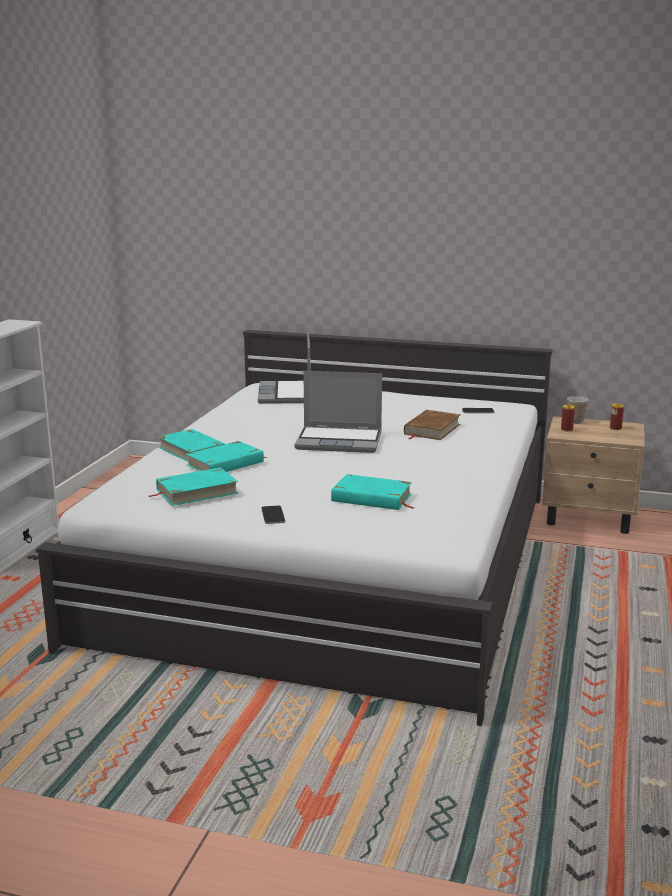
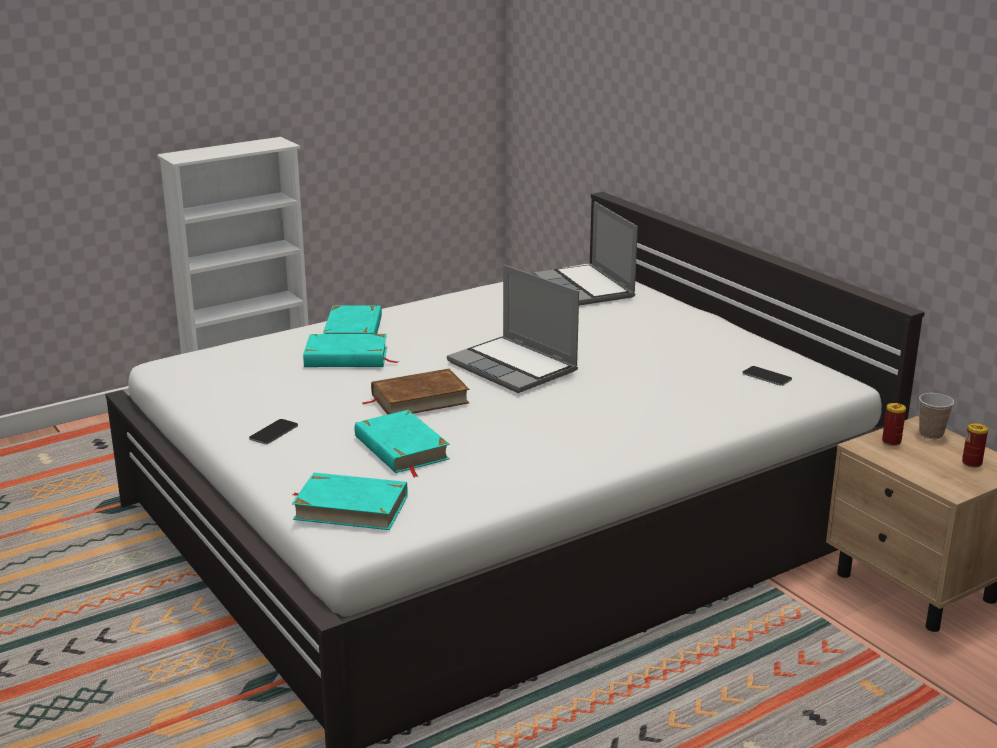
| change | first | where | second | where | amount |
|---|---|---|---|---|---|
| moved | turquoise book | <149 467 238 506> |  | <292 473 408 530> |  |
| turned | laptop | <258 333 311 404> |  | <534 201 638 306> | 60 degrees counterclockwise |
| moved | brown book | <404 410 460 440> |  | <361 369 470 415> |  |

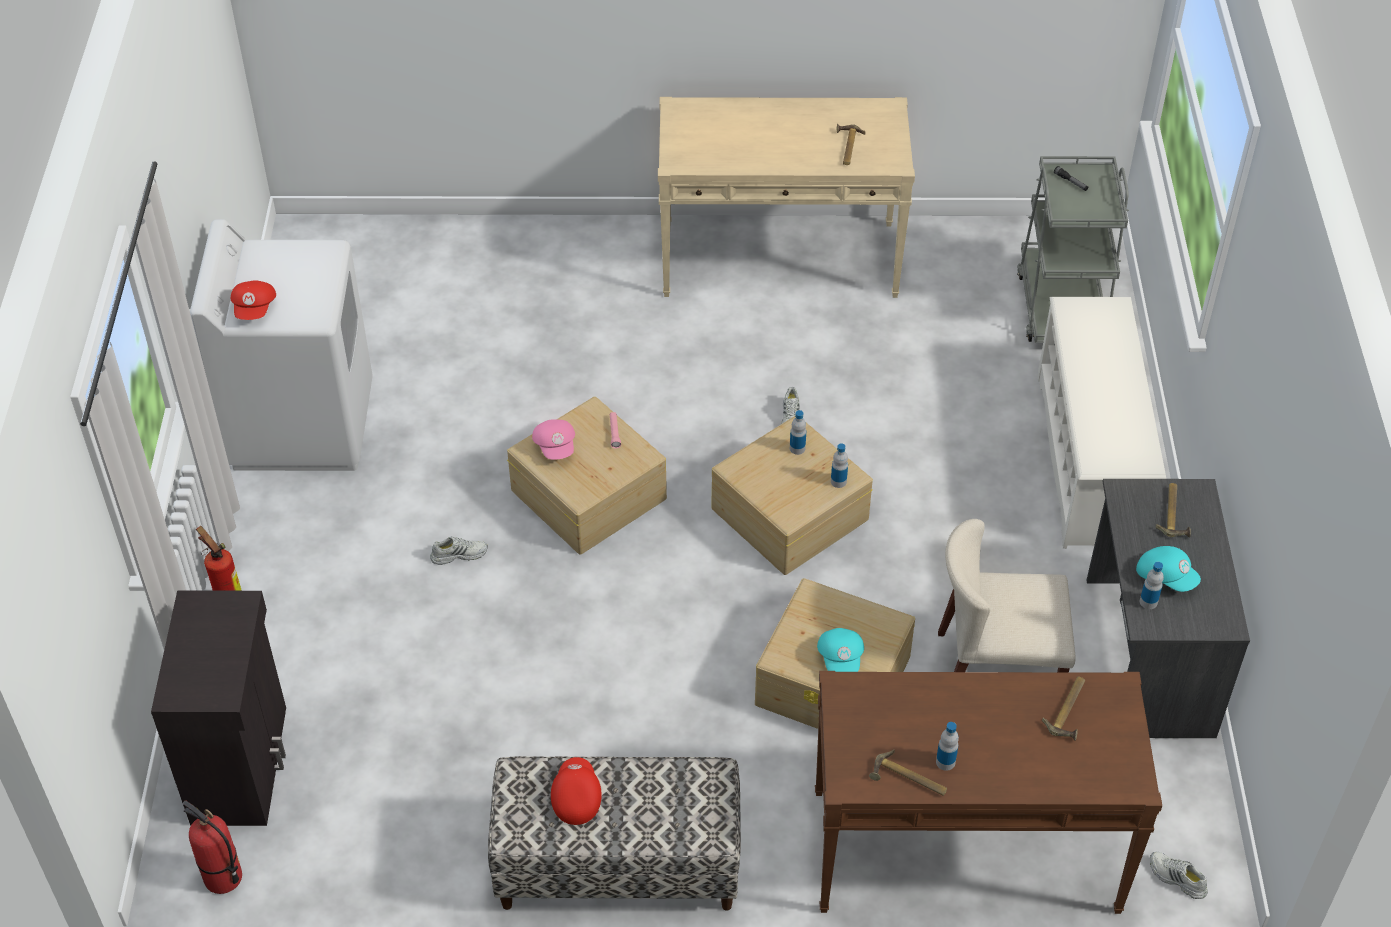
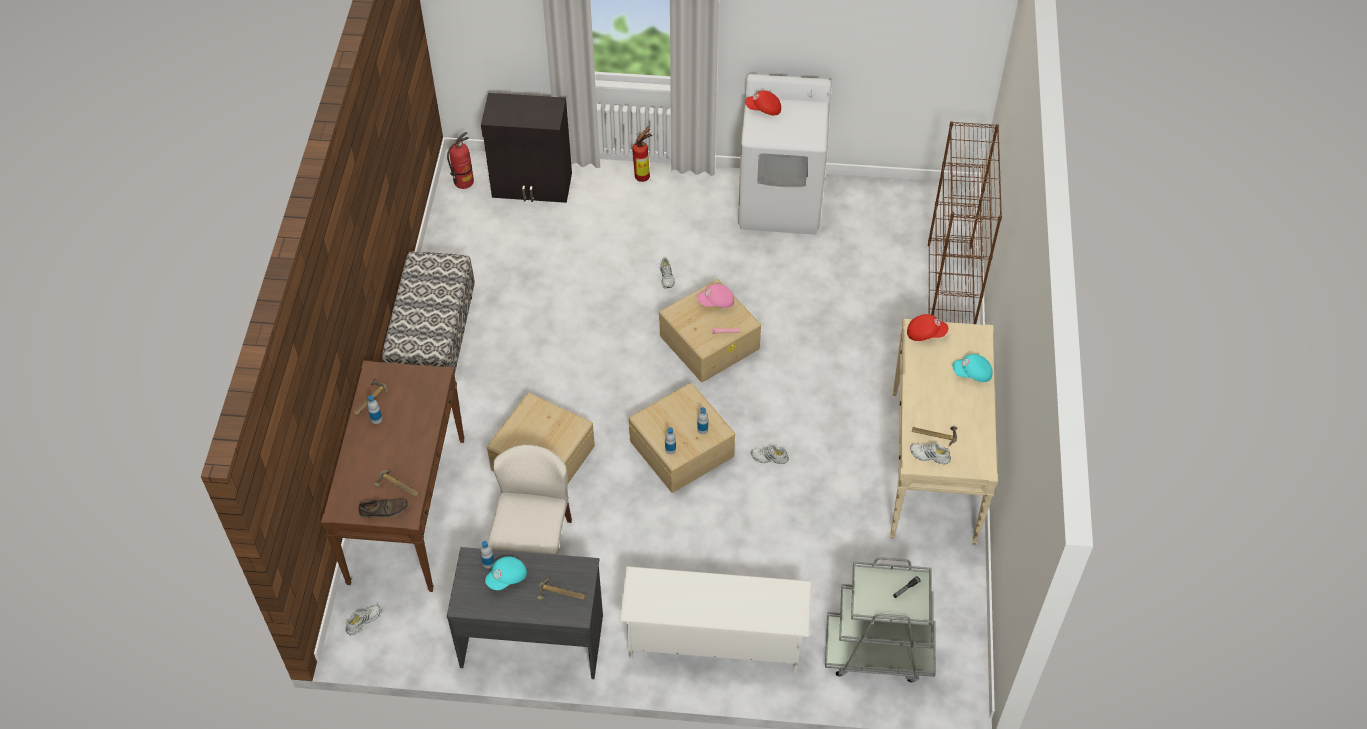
| change | first | where | second | where | amount |
|---|---|---|---|---|---|
| moved | red cap | <551 757 602 825> |  | <907 314 948 341> |  |
| moved | turquoise cap | <817 628 864 672> |  | <952 354 993 382> |  |
| added |  |  | brown shoe | <359 498 408 518> |  |
| added |  |  | white shoe | <910 443 951 464> |  |
| added |  |  | brown bookcase | <928 121 1002 324> |  |

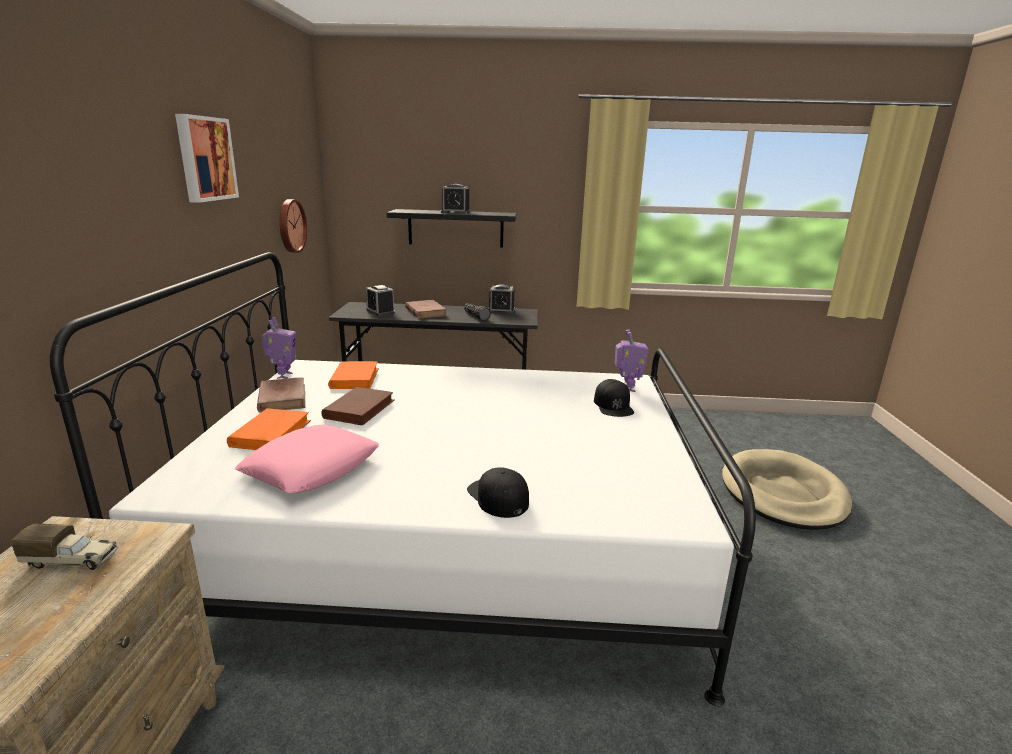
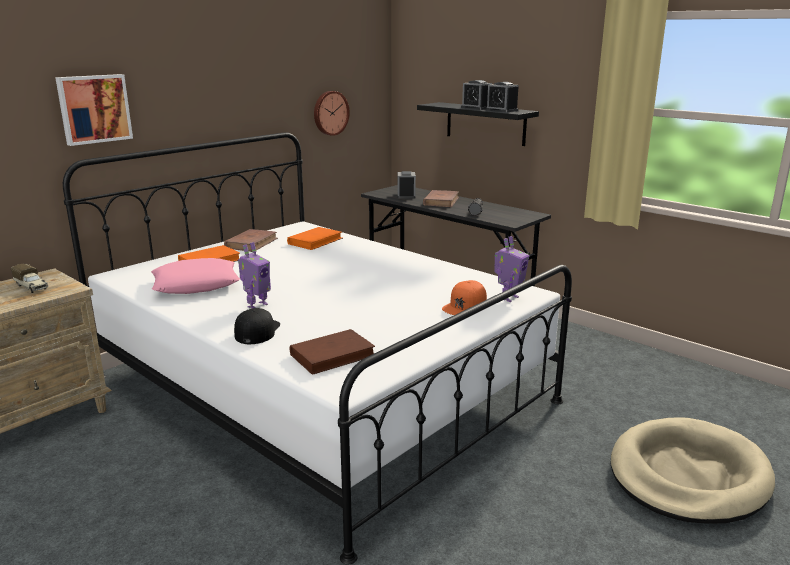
| change | first | where | second | where | amount |
|---|---|---|---|---|---|
| moved | picture | <175 114 239 203> |  | <55 74 133 146> |  |
| moved | toy robot | <262 317 296 379> |  | <238 242 271 308> |  |
| moved | brown book | <321 387 395 425> |  | <290 329 375 375> |  |
| moved | alarm clock | <489 285 515 314> |  | <486 82 518 112> |  |
| recoloured | black cap | <594 379 634 417> | orange cap | <442 280 487 315> |  |

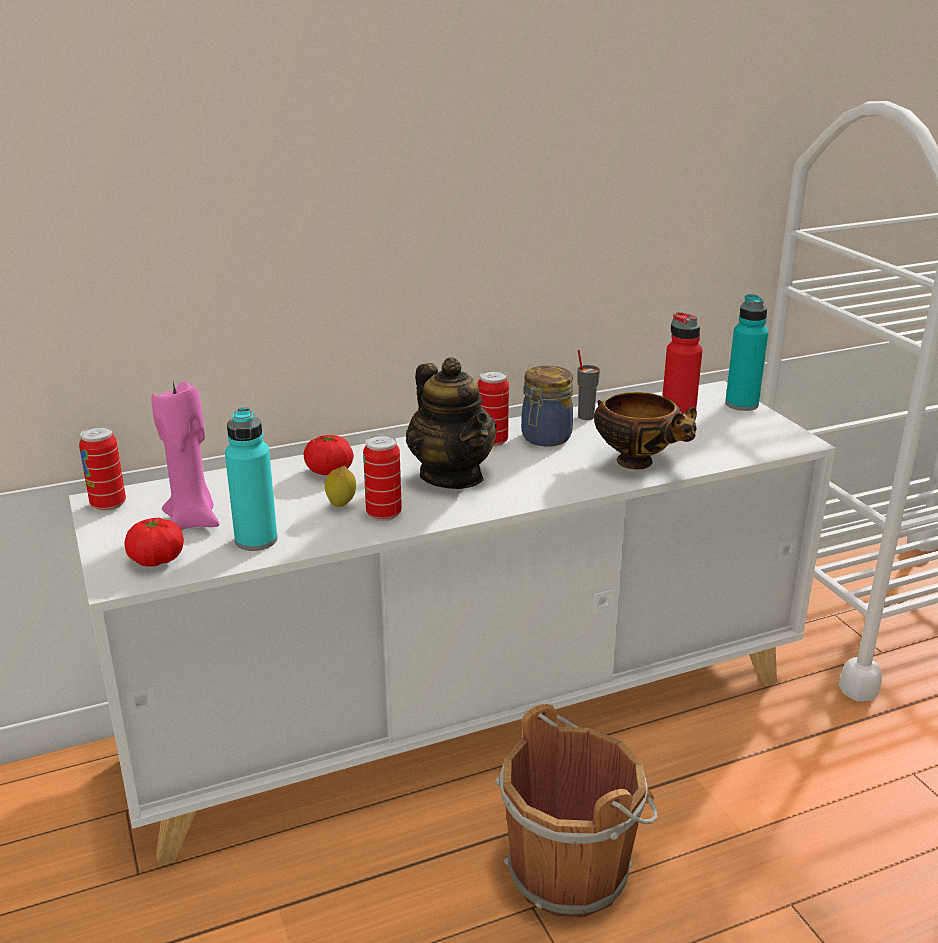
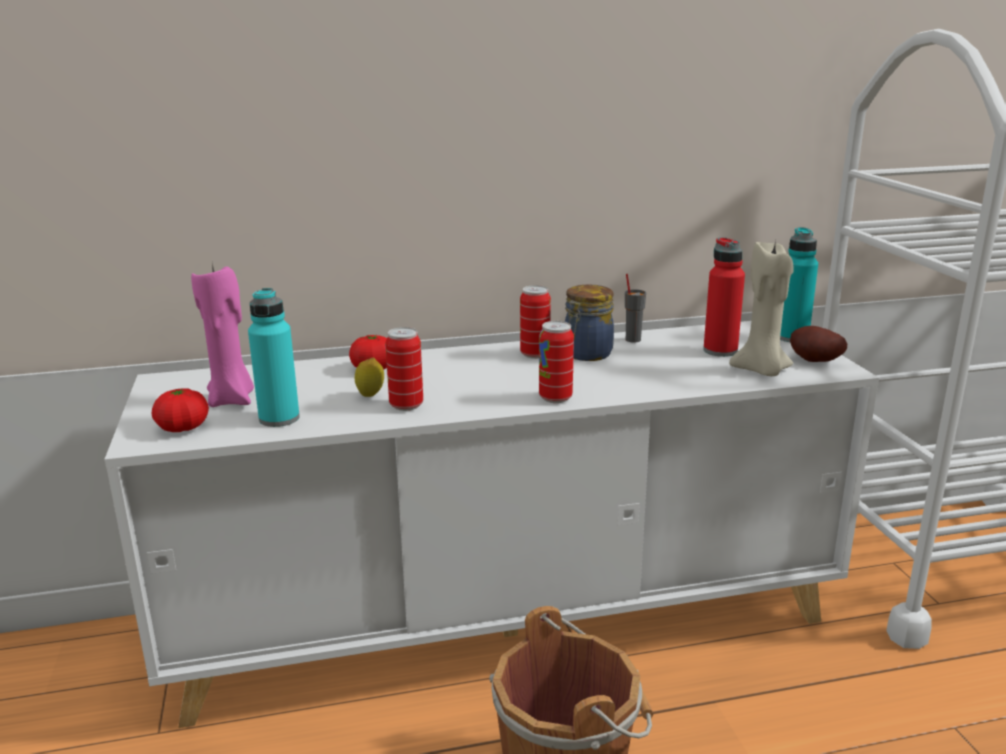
| change | first | where | second | where | amount |
|---|---|---|---|---|---|
| moved | can | <79 426 126 511> |  | <539 321 574 403> |  |
| removed | teapot | <406 357 497 489> |  |  |  |
| removed | bowl | <594 392 697 469> |  |  |  |
| added |  |  | beige candle | <729 240 794 376> |  |
| added |  |  | potato | <790 326 847 362> |  |

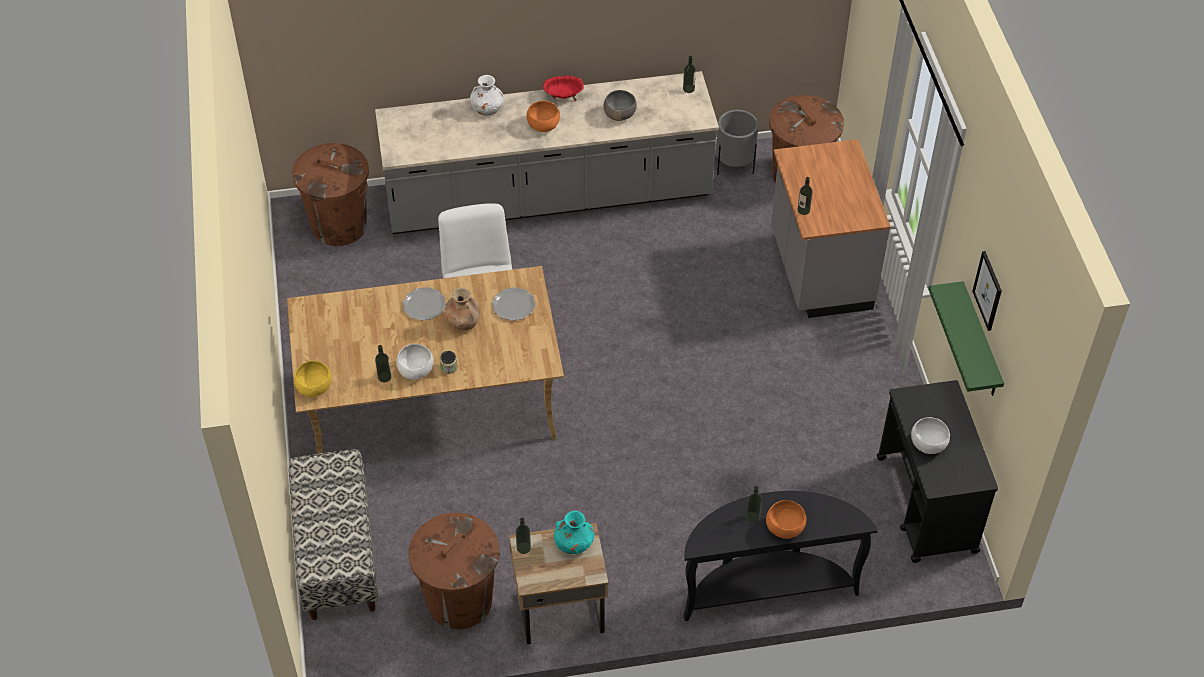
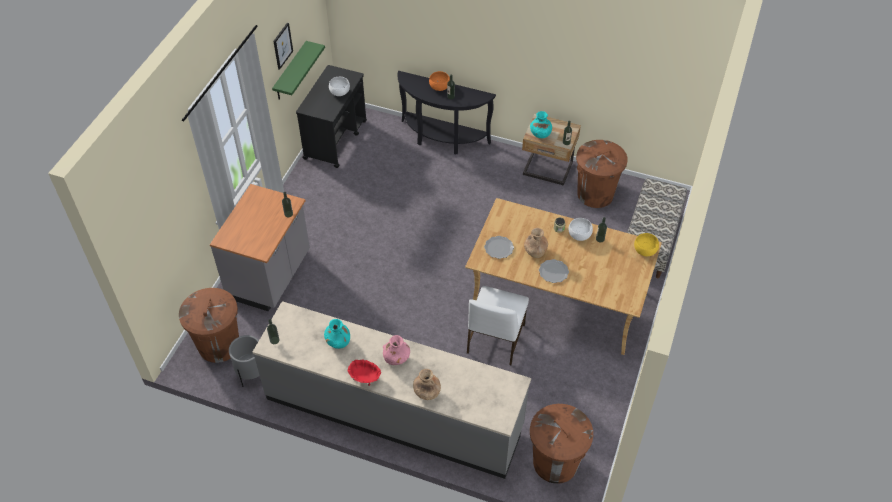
| change | first | where | second | where | amount |
|---|---|---|---|---|---|
| recoloured | white vase | <470 75 504 115> | brown vase | <413 369 441 400> |  |
| replaced | orange bowl | <527 101 560 132> | pink vase | <383 335 410 365> |  |
| replaced | grey bowl | <604 90 637 121> | turquoise vase | <324 319 350 349> |  |

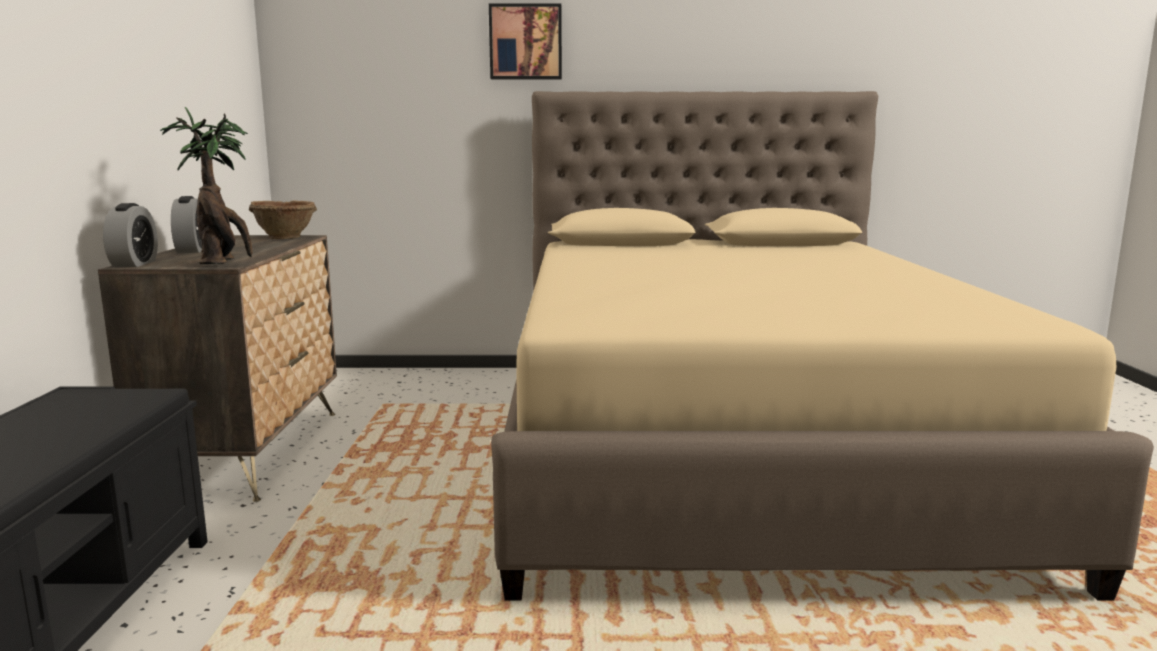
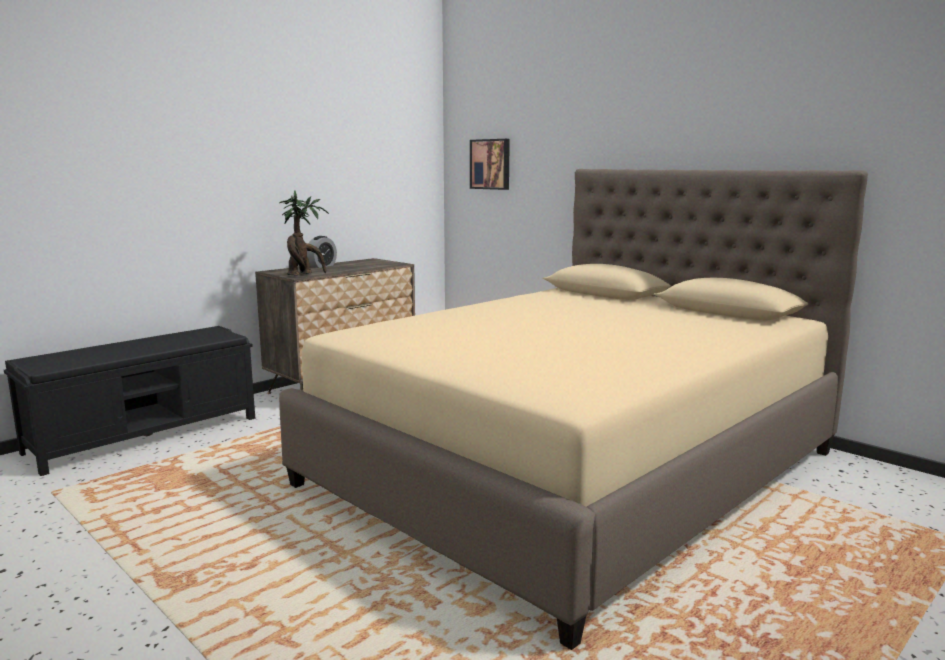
| change | first | where | second | where | amount |
|---|---|---|---|---|---|
| removed | alarm clock | <103 203 158 267> |  |  |  |
| removed | brown bowl | <249 200 317 239> |  |  |  |
| moved | picture | <489 3 562 80> |  | <470 139 510 190> |  |

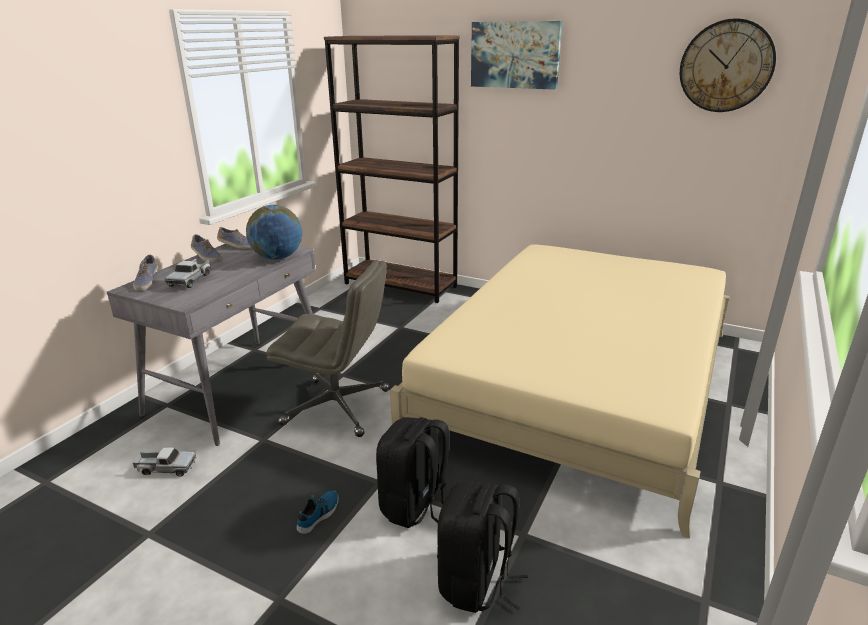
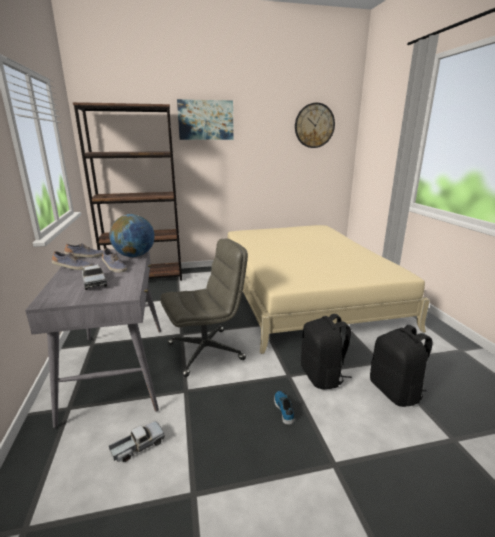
| change | first | where | second | where | amount |
|---|---|---|---|---|---|
| moved | shoe | <133 255 158 291> |  | <102 248 127 273> |  |

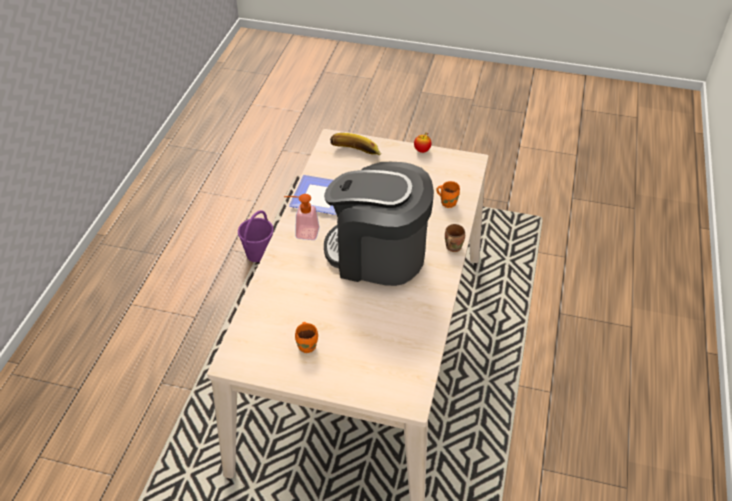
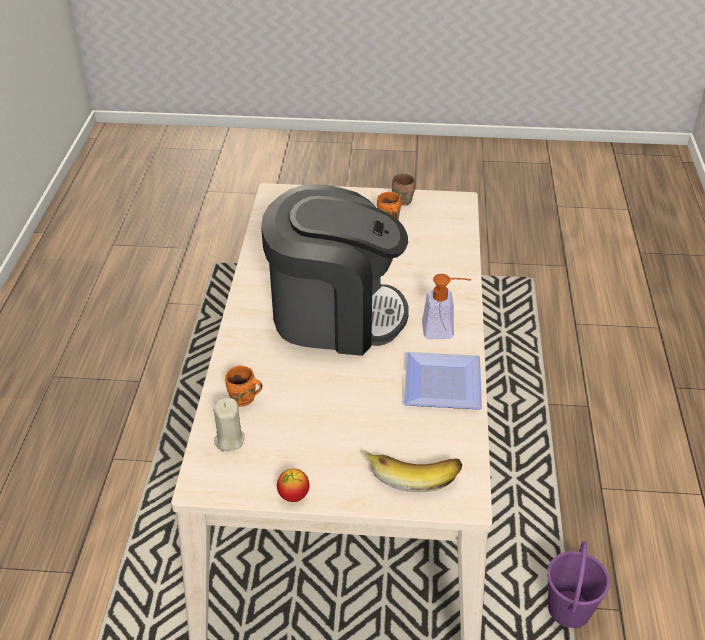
| change | first | where | second | where | amount |
|---|---|---|---|---|---|
| moved | brown mug | <445 224 465 252> |  | <392 173 415 206> |  |
| added |  |  | beige candle | <213 398 245 451> |  |

